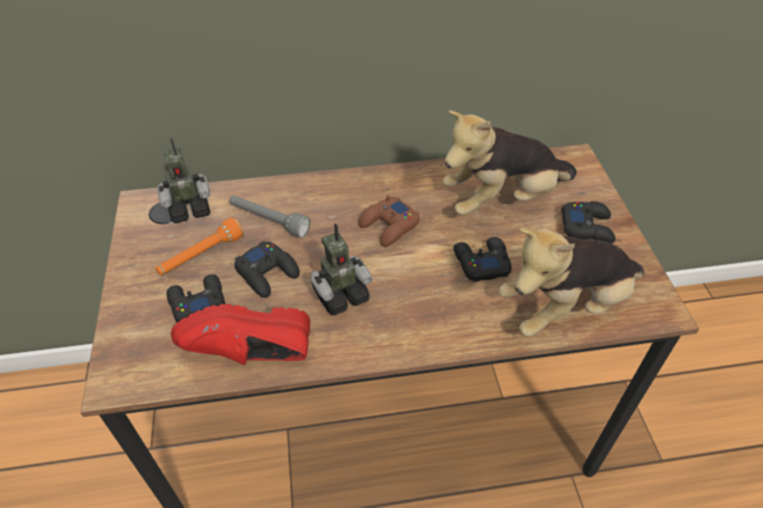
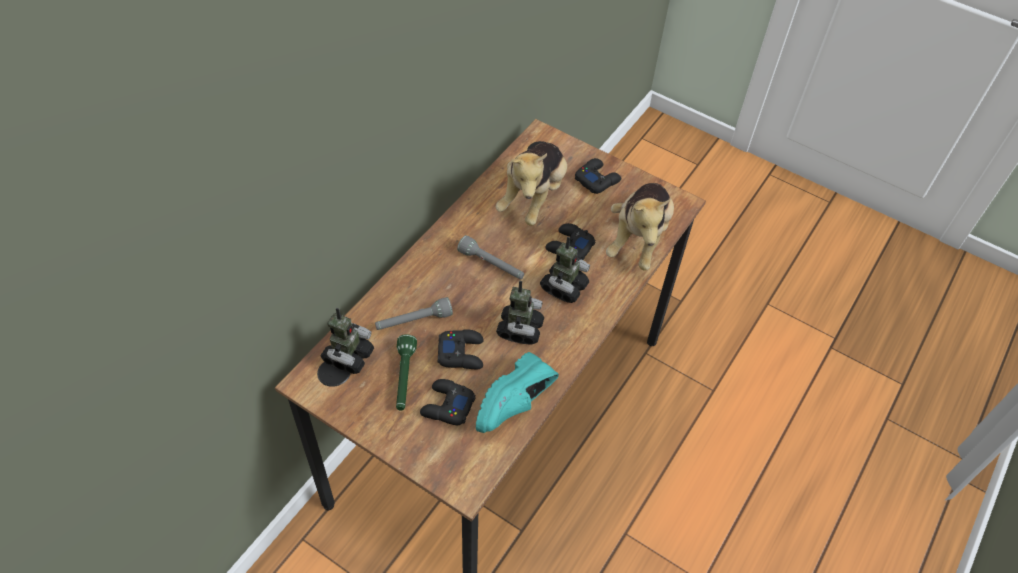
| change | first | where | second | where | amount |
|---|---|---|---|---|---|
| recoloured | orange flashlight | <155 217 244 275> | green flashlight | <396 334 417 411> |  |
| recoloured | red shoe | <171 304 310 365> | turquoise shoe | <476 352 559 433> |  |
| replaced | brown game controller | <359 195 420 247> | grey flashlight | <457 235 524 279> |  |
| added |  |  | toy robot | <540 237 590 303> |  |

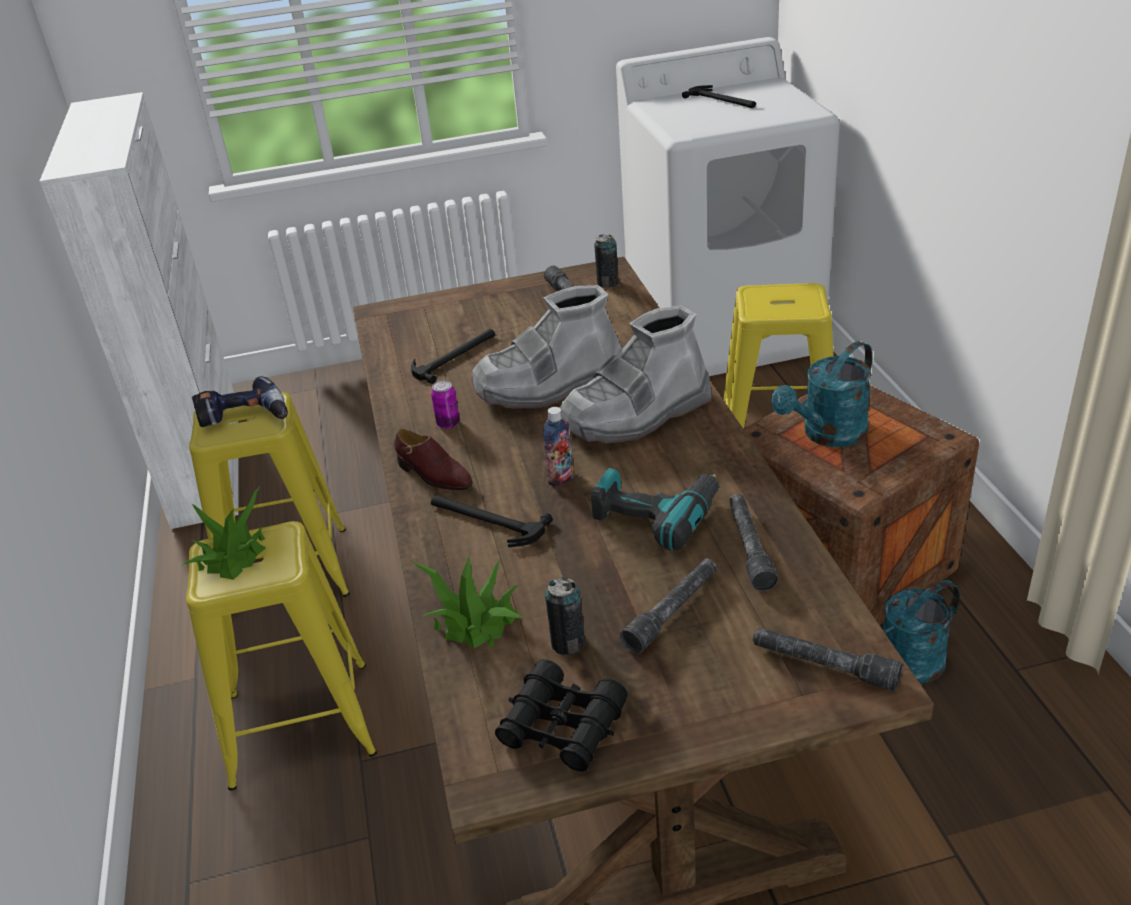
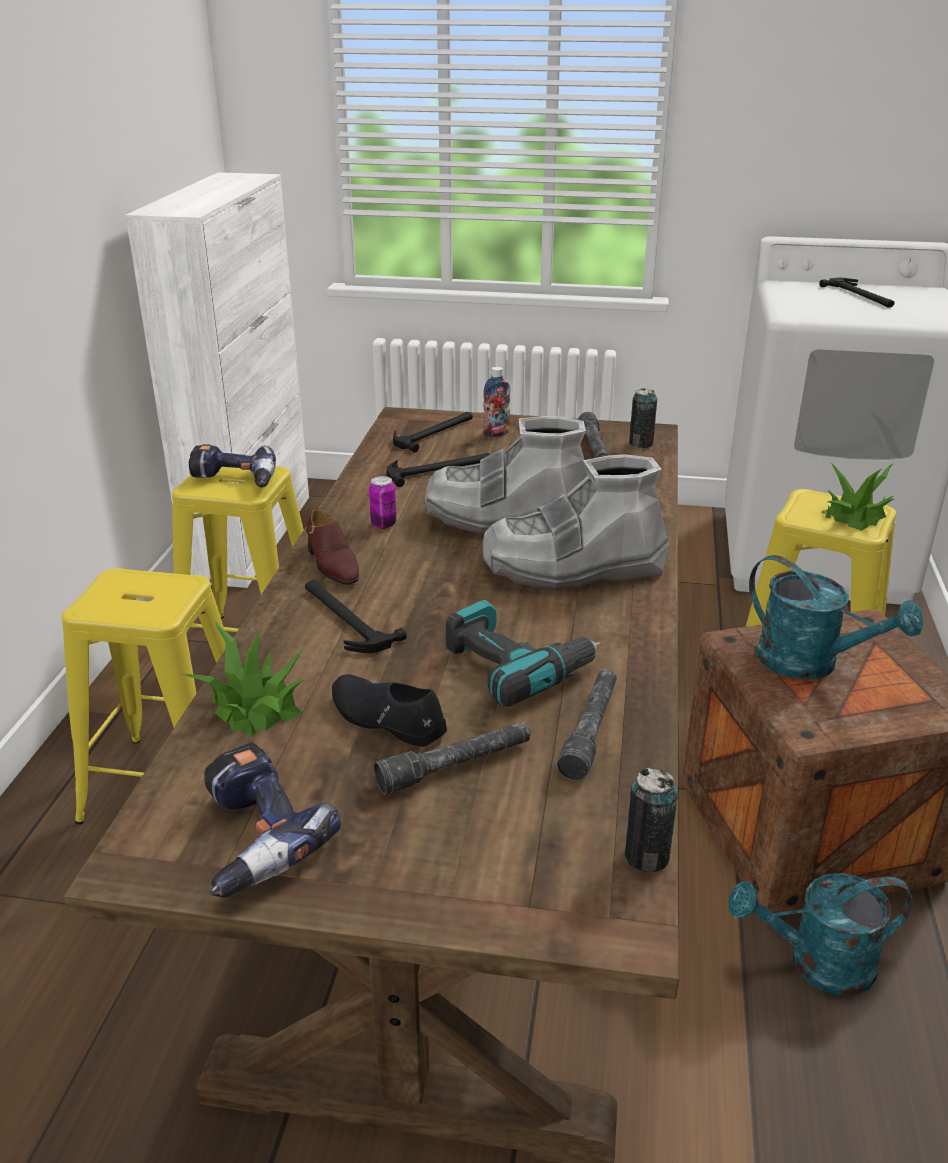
| change | first | where | second | where | amount |
|---|---|---|---|---|---|
| moved | potted plant | <181 487 266 580> |  | <826 463 894 531> |  |
| replaced | black binoculars | <495 659 628 772> | power drill | <204 742 341 898> |  |
| moved | bottle | <543 407 574 487> |  | <483 367 510 437> |  |
| moved | can | <545 577 585 655> |  | <625 767 678 872> |  |
| removed | grey flashlight | <753 627 903 692> |  |  |  |
| turned | turquoise watering can | <771 341 873 447> |  | <749 555 923 679> | 120 degrees counterclockwise |
| added |  |  | black shoe | <332 675 447 747> |  |
| added |  |  | hammer | <393 412 473 452> |  |

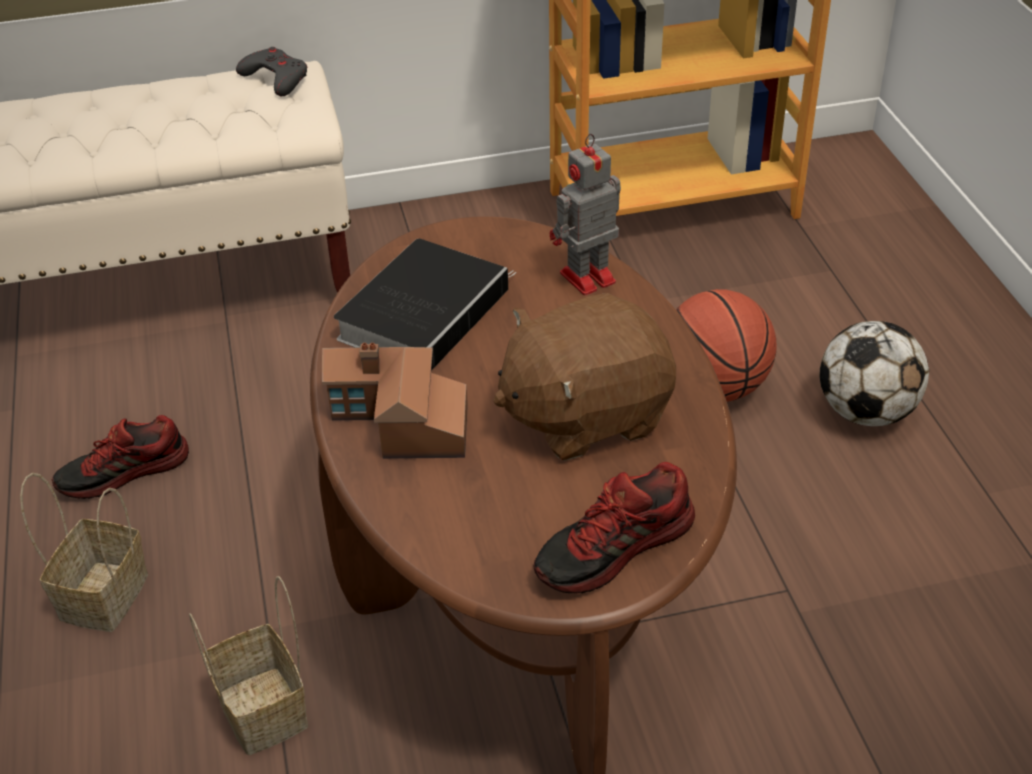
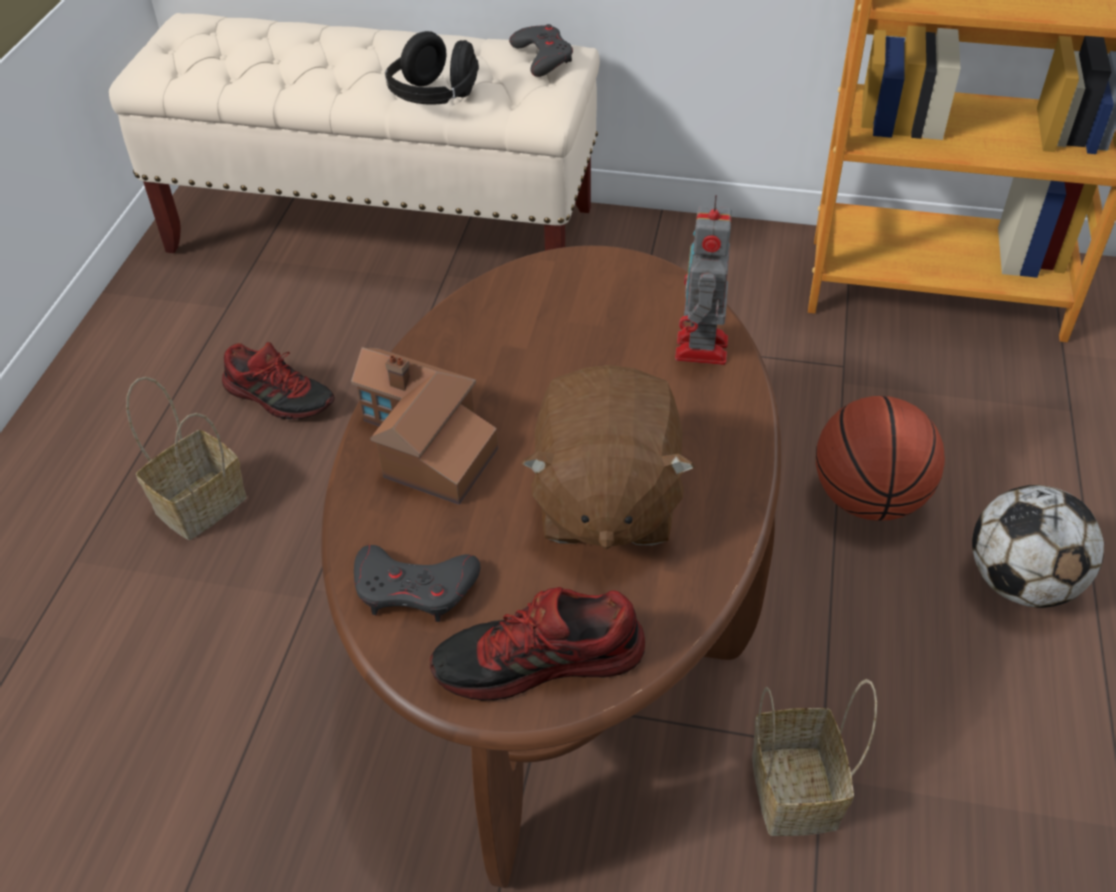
| change | first | where | second | where | amount |
|---|---|---|---|---|---|
| turned | shoe | <52 415 189 499> |  | <222 342 335 419> | 150 degrees counterclockwise |
| moved | basket | <189 576 308 755> |  | <752 679 877 836> |  |
| removed | book | <334 239 517 371> |  |  |  |
| turned | brown plush toy | <493 293 676 461> |  | <521 365 695 549> | 90 degrees counterclockwise |
| turned | toy robot | <550 134 621 295> |  | <675 195 732 365> | 75 degrees counterclockwise |
| added |  |  | grey game controller | <354 545 480 622> |  |
| added |  |  | black headphones | <385 31 479 105> |  |

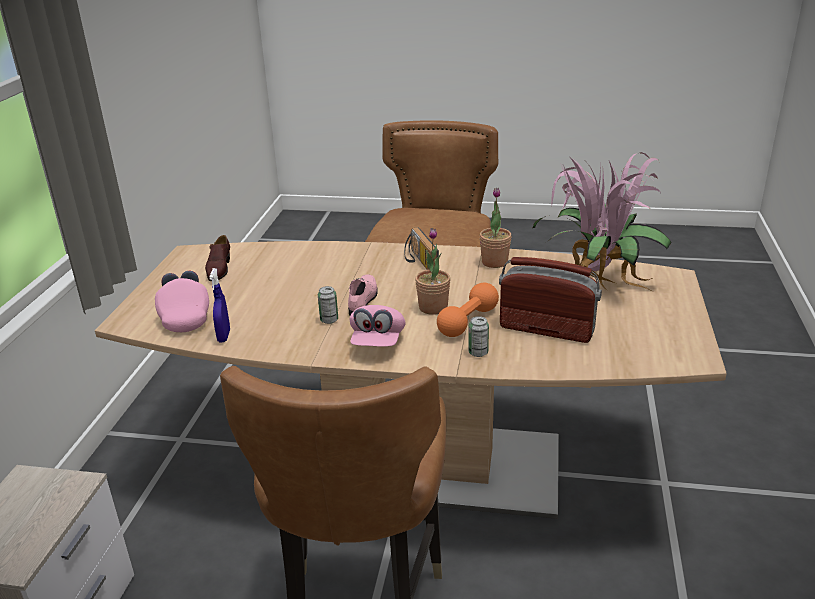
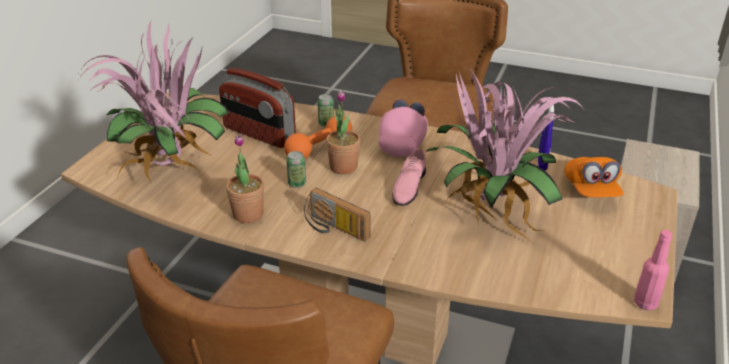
| change | first | where | second | where | amount |
|---|---|---|---|---|---|
| recoloured | pink cap | <155 271 209 332> | orange cap | <564 157 624 197> |  |
| removed | brown shoe | <205 235 230 281> |  |  |  |
| moved | can | <318 286 338 324> |  | <286 151 306 188> |  |
| turned | radio | <404 227 439 270> |  | <304 188 371 241> | 135 degrees clockwise |
| added |  |  | potted plant | <425 68 583 243> |  |
| added |  |  | pink bottle | <634 230 672 310> |  |

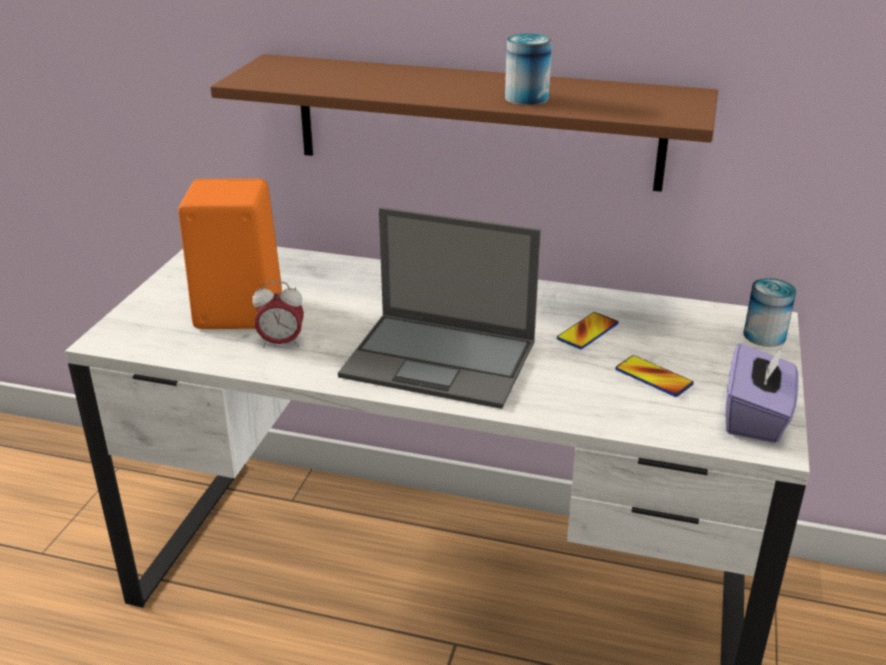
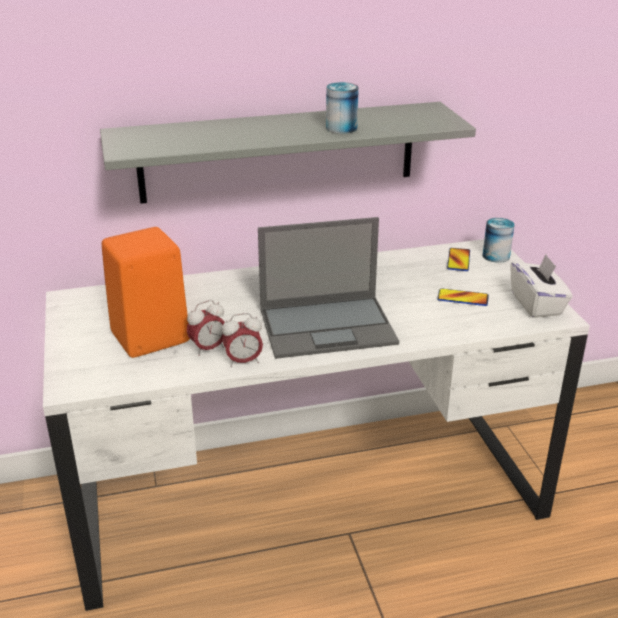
| change | first | where | second | where | amount |
|---|---|---|---|---|---|
| recoloured | brown shelf | <210 54 718 192> | grey shelf | <100 102 476 204> |  |
| moved | phone | <557 312 619 349> |  | <447 248 470 271> |  |
| recoloured | purple tissue box | <726 344 799 443> | white tissue box | <511 254 573 318> |  |
| added |  |  | alarm clock | <222 313 263 367> |  |

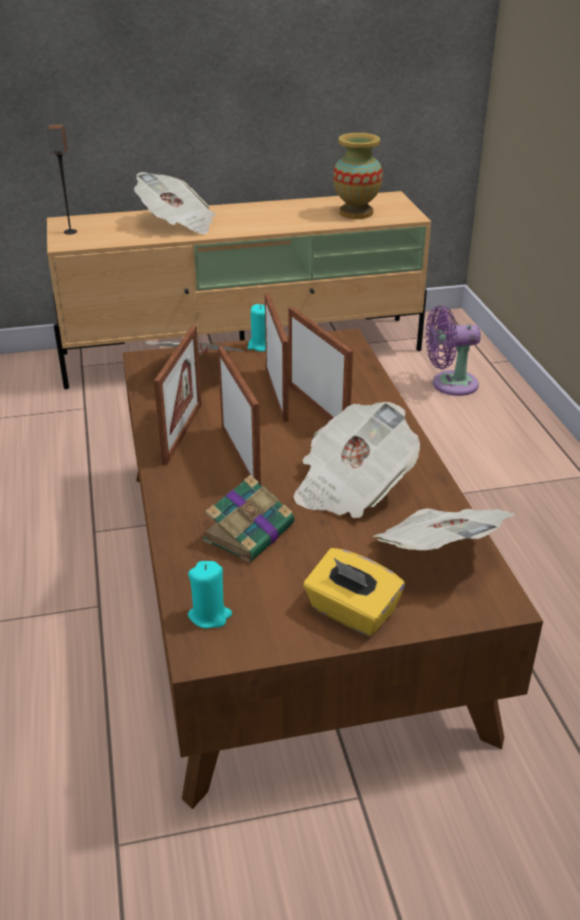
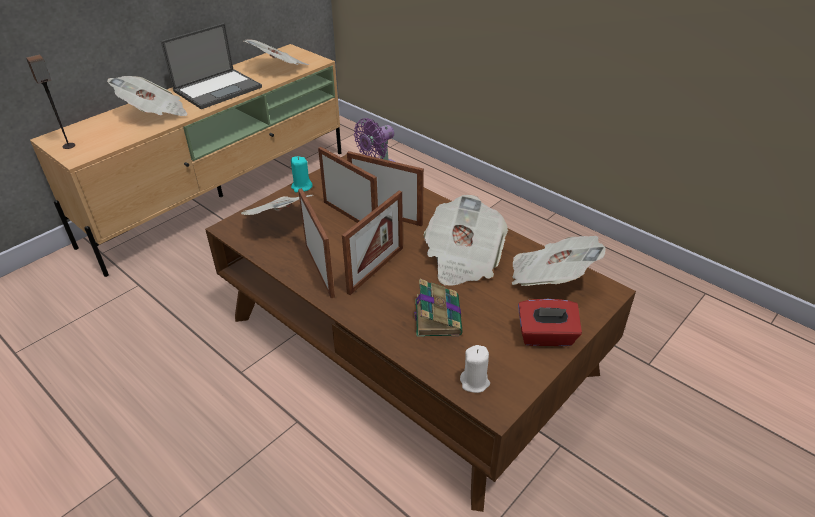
| change | first | where | second | where | amount |
|---|---|---|---|---|---|
| recoloured | turquoise candle | <188 561 232 629> | white candle | <460 345 490 393> |  |
| turned | picture frame | <218 346 261 485> |  | <342 190 403 295> | 90 degrees clockwise |
| recoloured | yellow tissue box | <303 548 405 636> | red tissue box | <518 299 582 346> |  |
| replaced | vase | <333 133 383 219> | newspaper | <244 40 309 65> |  |
| added |  |  | laptop | <161 23 262 109> |  |

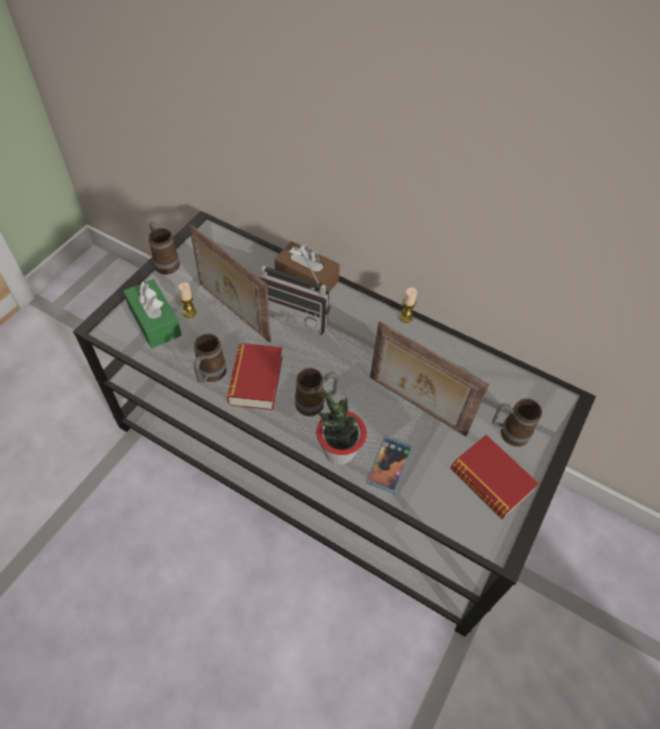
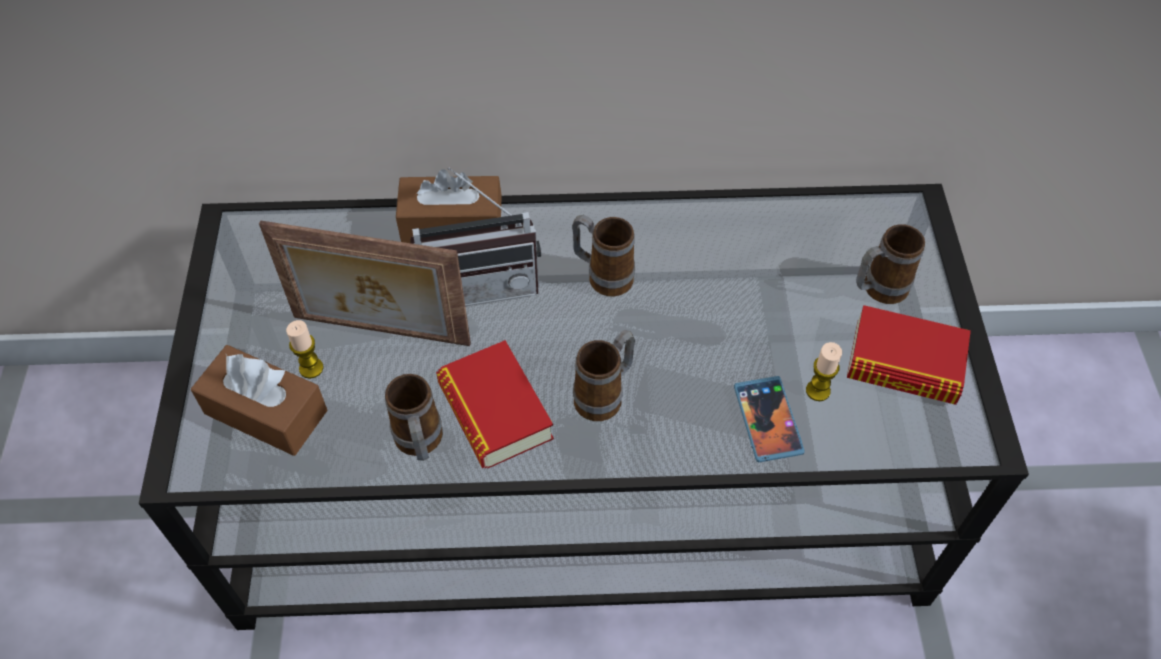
| change | first | where | second | where | amount |
|---|---|---|---|---|---|
| recoloured | green tissue box | <123 279 182 348> | brown tissue box | <191 345 328 456> |  |
| moved | mug | <149 221 180 275> |  | <572 215 635 296> |  |
| removed | potted plant | <316 390 367 465> |  |  |  |
| removed | picture frame | <370 322 489 436> |  |  |  |
| moved | candle | <400 287 417 323> |  | <806 342 842 401> |  |

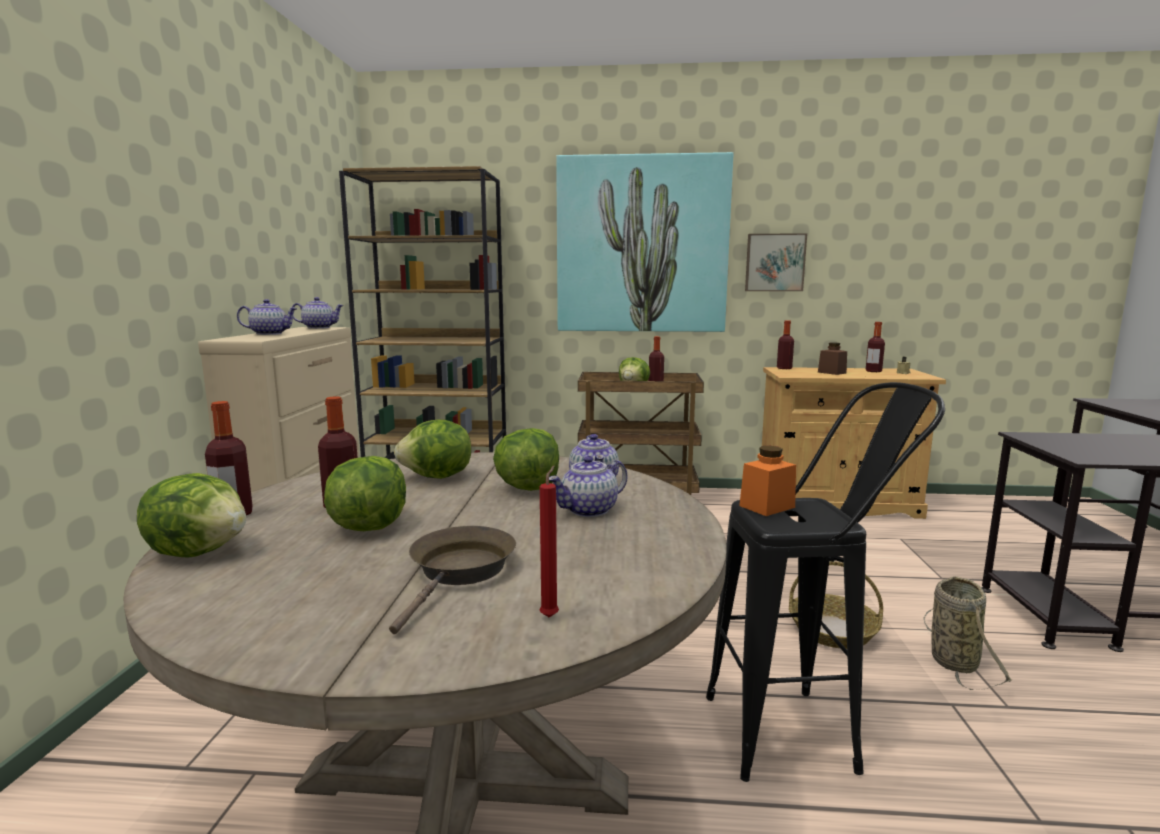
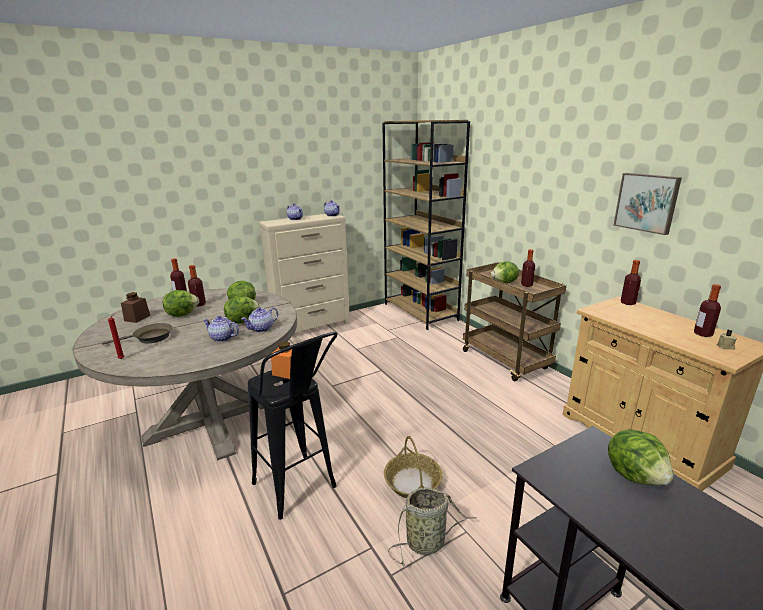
| change | first | where | second | where | amount |
|---|---|---|---|---|---|
| moved | lettuce | <137 473 246 558> |  | <608 429 674 485> |  |
| removed | picture | <556 152 733 332> |  |  |  |
| moved | brown jar | <818 342 847 375> |  | <121 292 150 323> |  |

